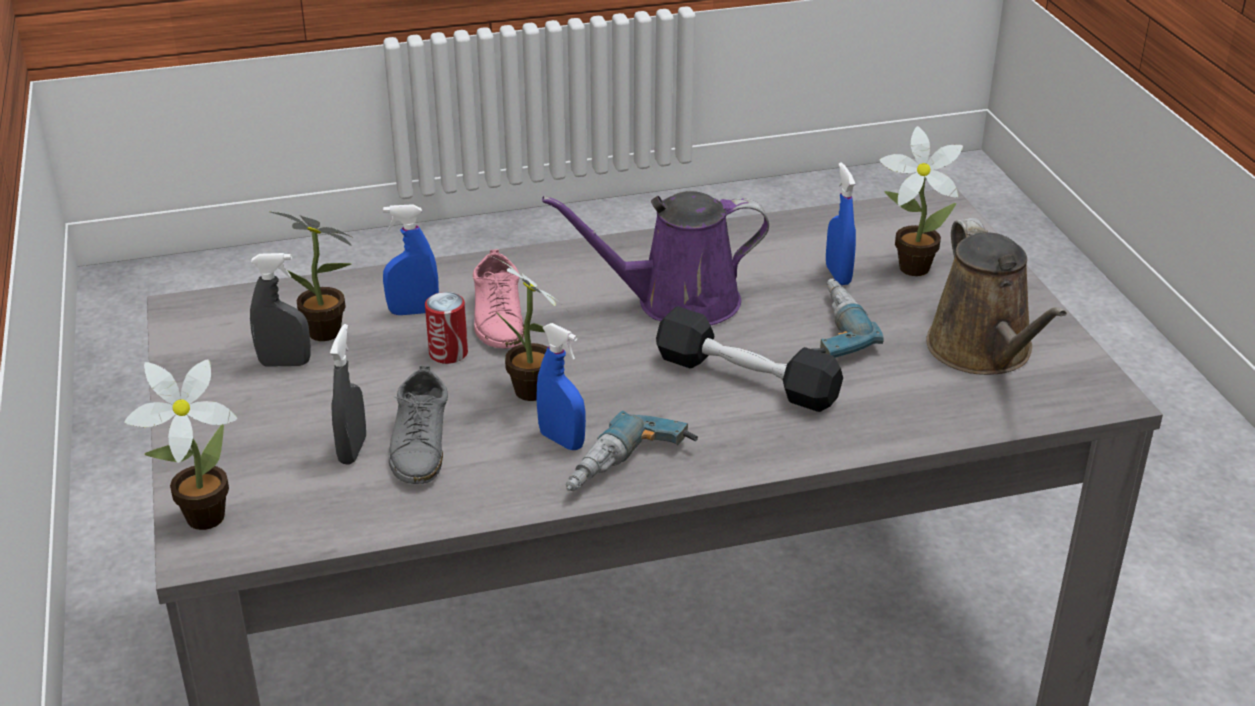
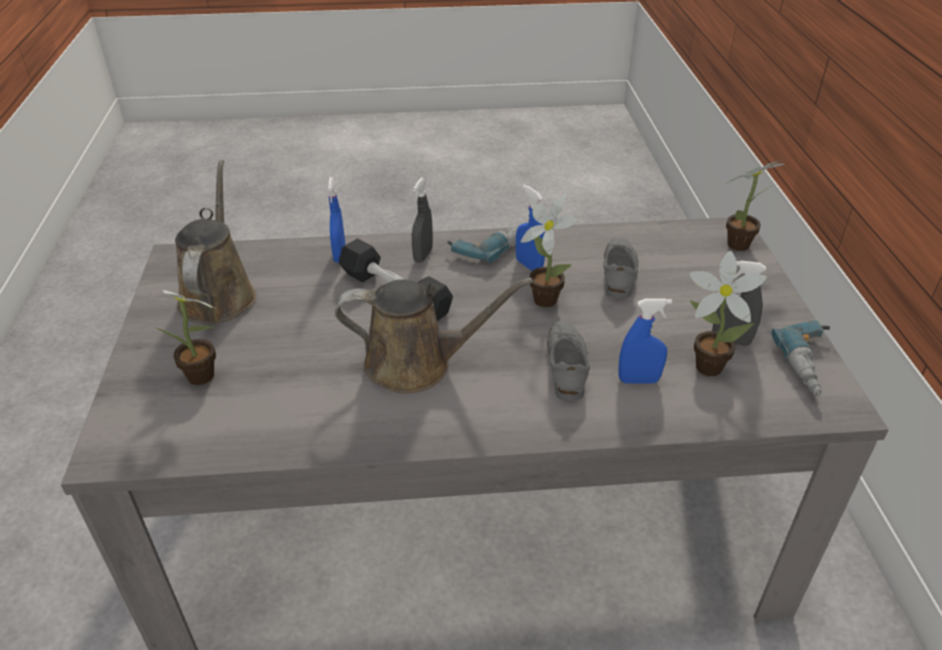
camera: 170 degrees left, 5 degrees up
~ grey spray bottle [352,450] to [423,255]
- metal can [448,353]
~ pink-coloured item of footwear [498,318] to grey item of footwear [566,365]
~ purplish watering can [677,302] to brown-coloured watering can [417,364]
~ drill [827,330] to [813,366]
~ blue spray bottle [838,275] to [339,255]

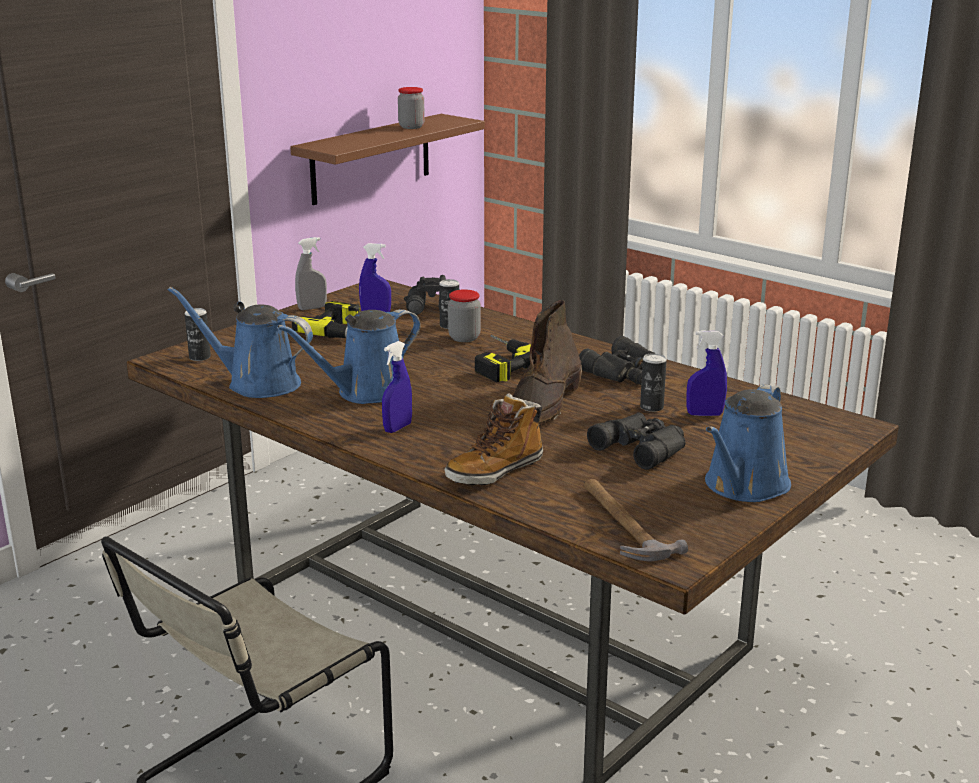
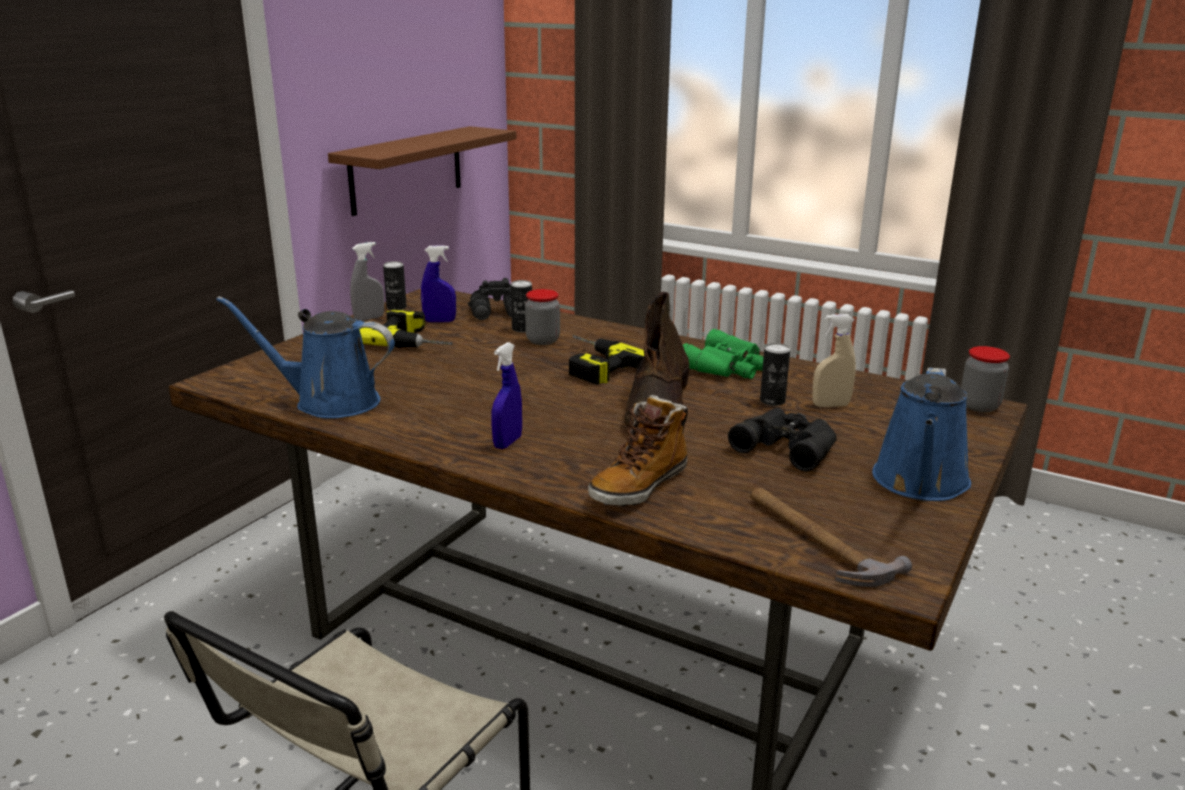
camera: 10 degrees left, 0 degrees up
~ metal can [200,357] to [396,307]
- blue watering can [367,392]
~ storage jar [411,127] to [979,406]
~ black pair of binoculars [626,373] to green-coloured pair of binoculars [727,367]
~ blue spray bottle [704,414] to beige-coloured spray bottle [830,405]

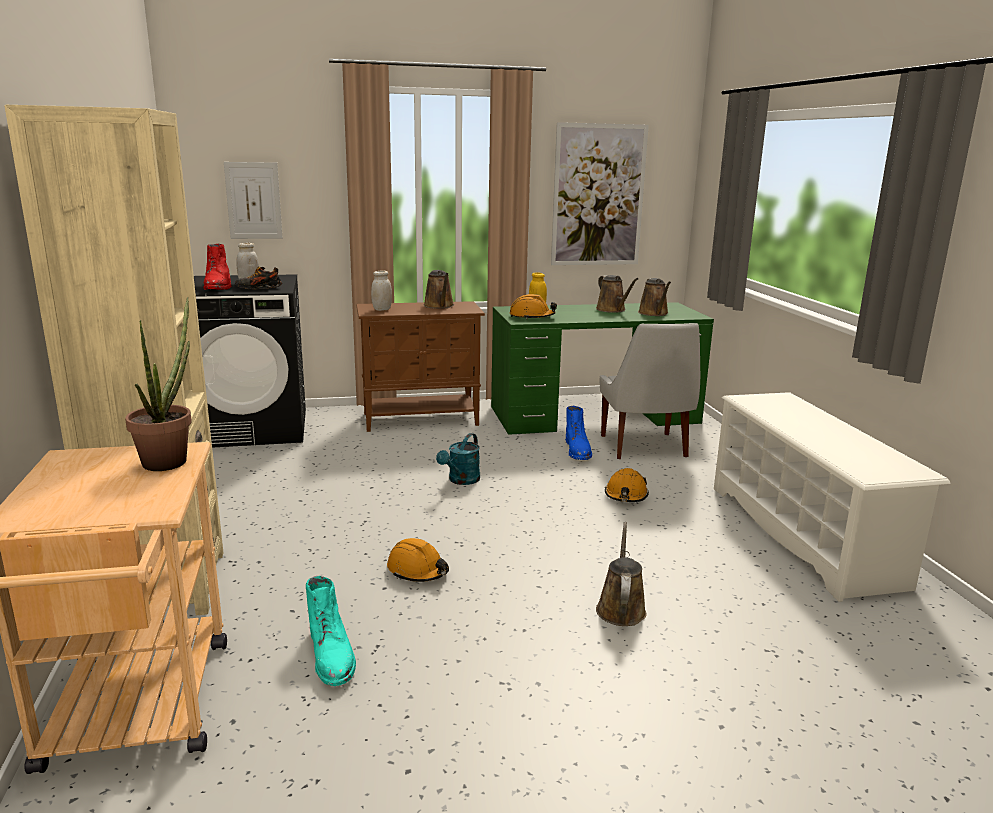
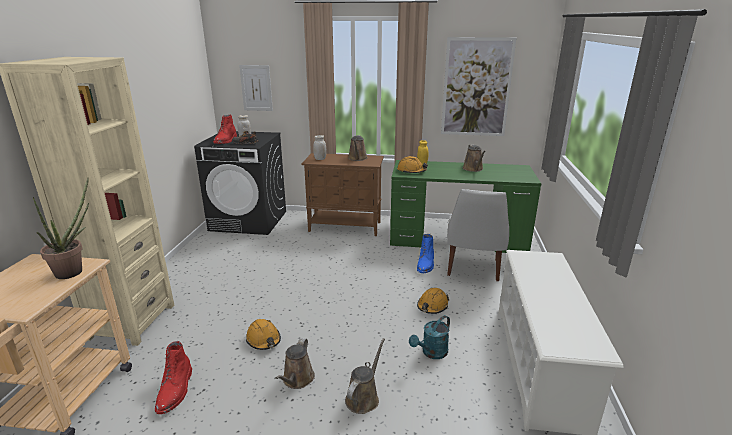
camera: 20 degrees right, 5 degrees up
~ turquoise-coloured boot [332,656] to red boot [176,390]
~ turquoise-coloured watering can [461,481] to [431,353]
~ brown-coloured watering can [654,313] to [297,380]

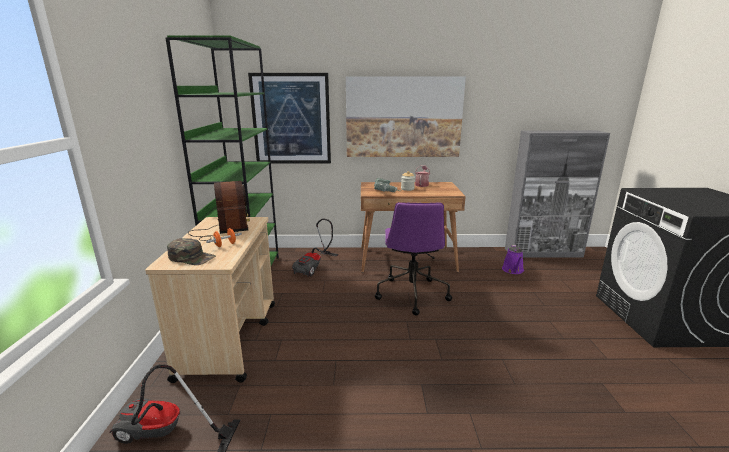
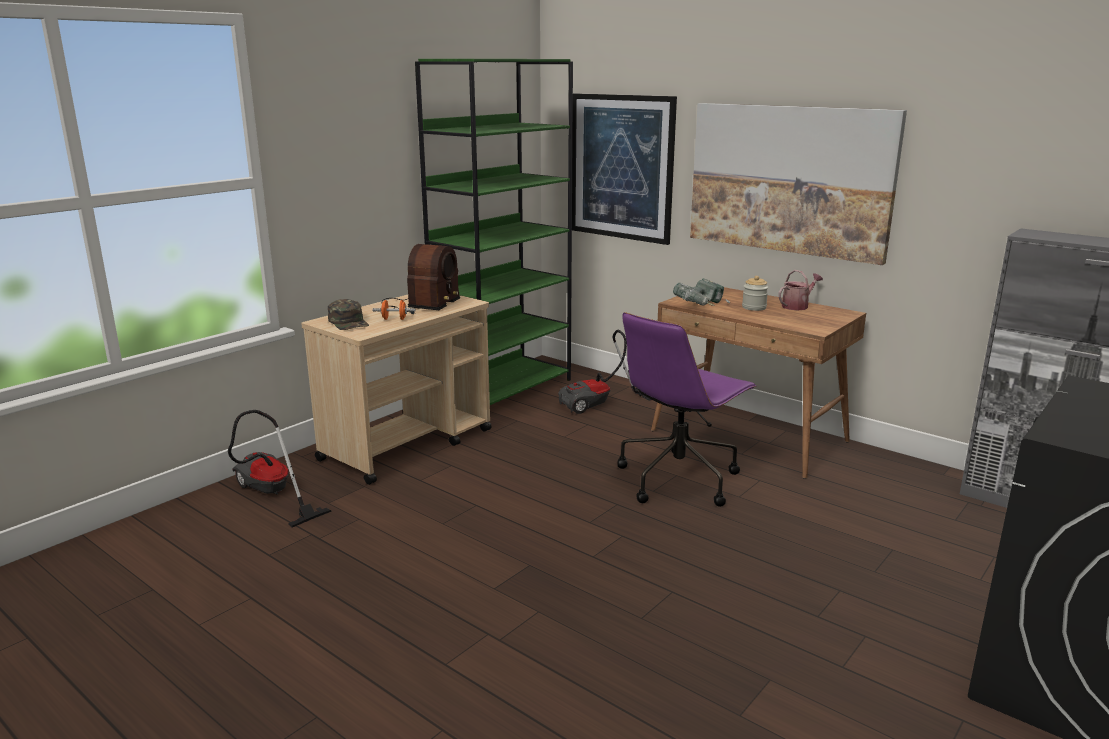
camera: 40 degrees right, 0 degrees up
- purplish watering can [513,270]

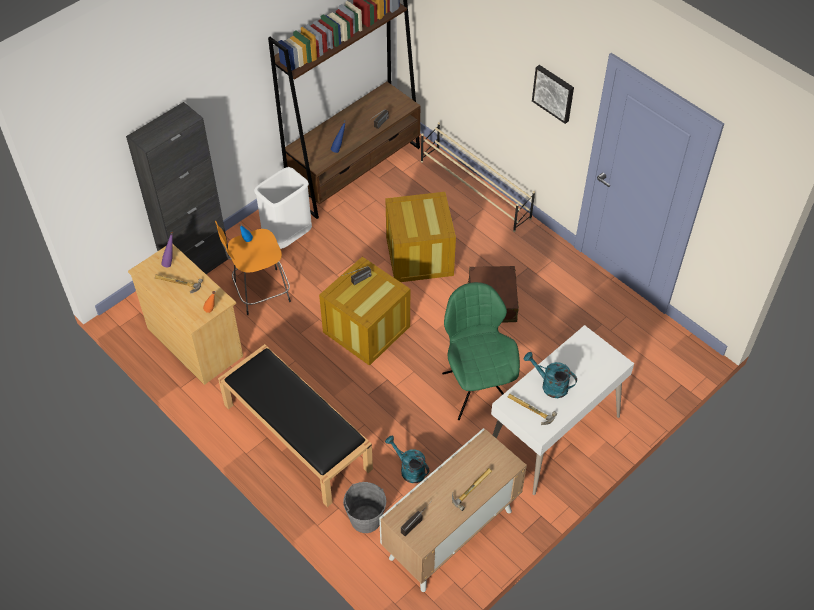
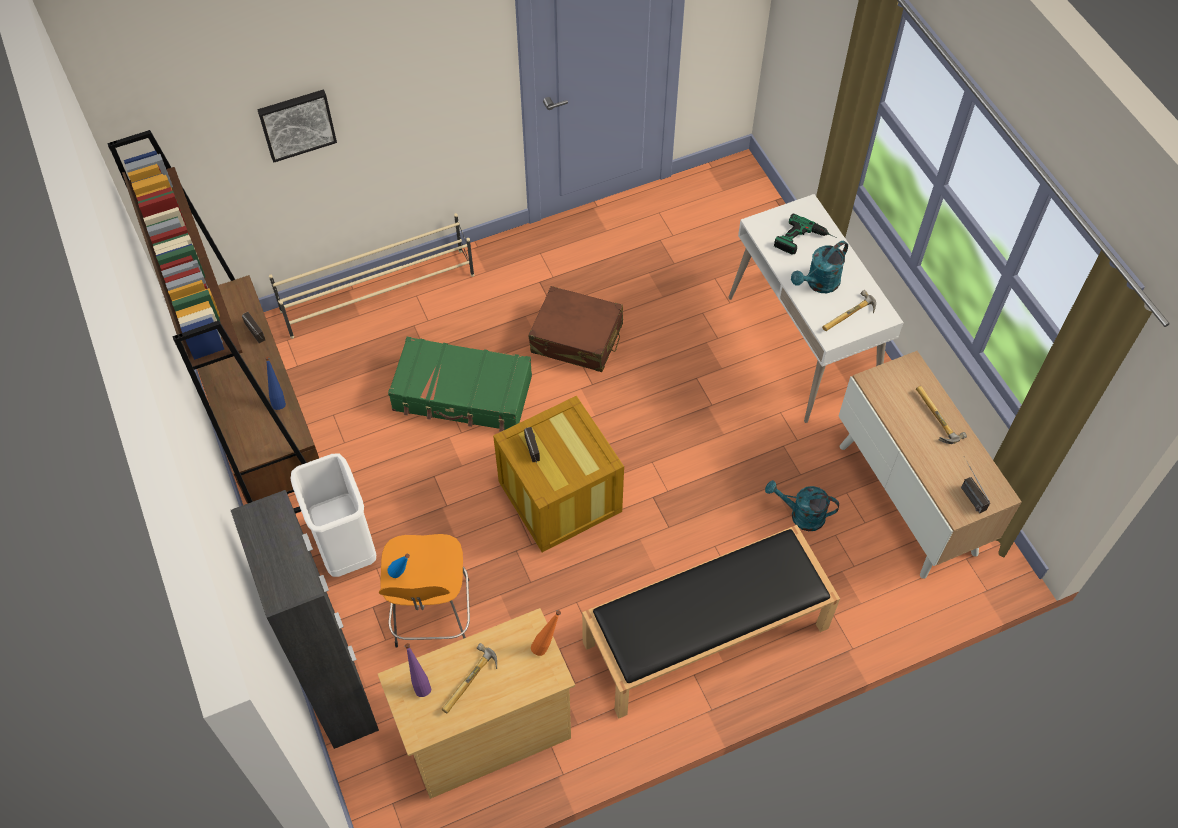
camera: 70 degrees left, 5 degrees up
- grey pail [365,519]
~ crate [419,256] to green-coloured suitcase [462,394]
~ turquoise-coloured watering can [409,469] = [801,515] 45 degrees clockwise
- green-coloured upright chair [476,387]
~ picture [554,93] to [296,123]
+ drill [805,241]

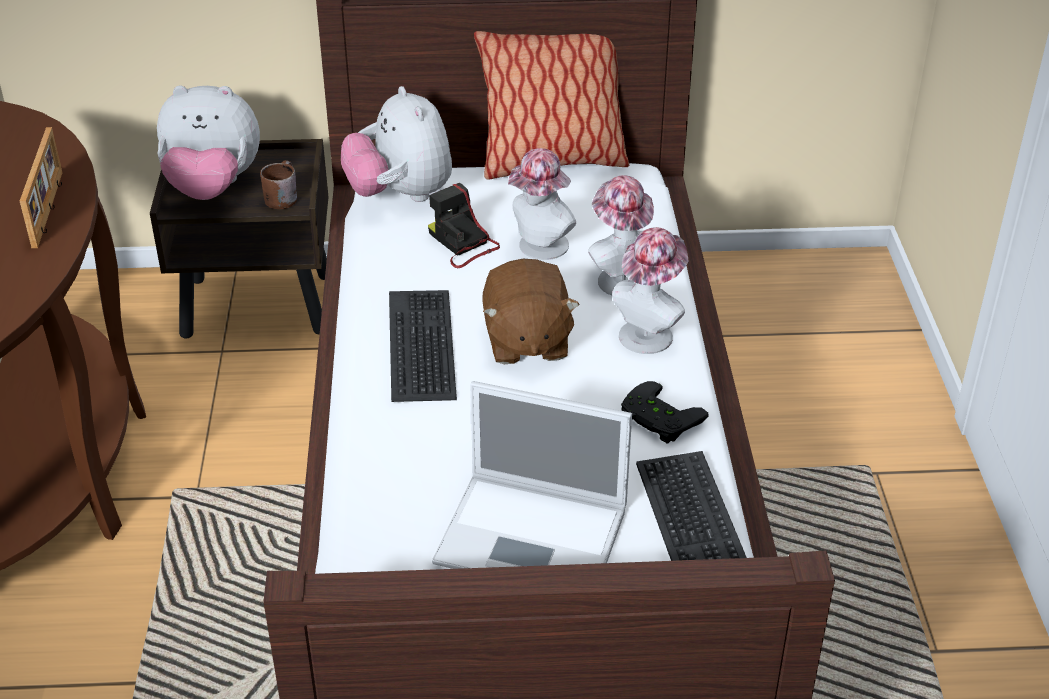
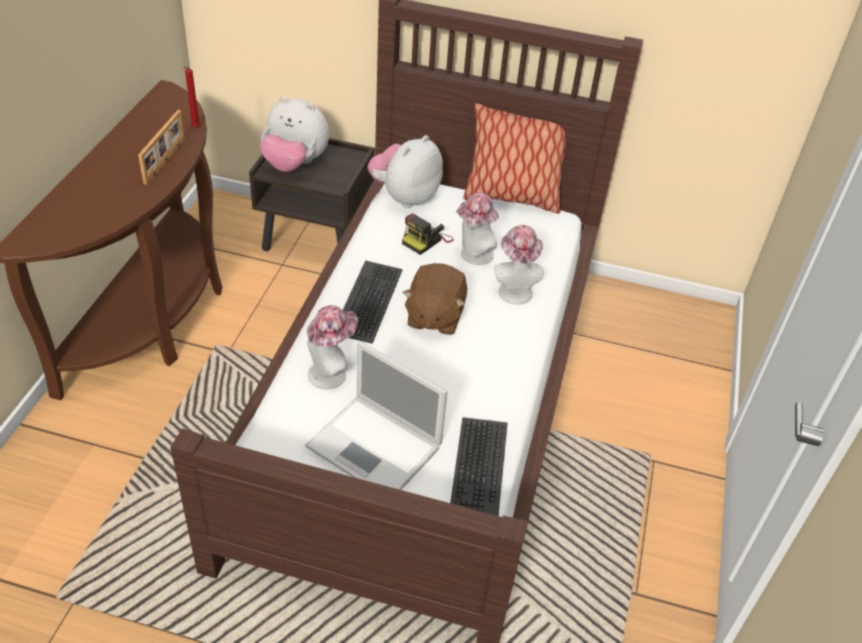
camera: 15 degrees right, 5 degrees up
- brown-coloured coffee mug [280,197]
~ cuddly toy [401,195] = [405,197] 45 degrees clockwise
~ photo camera [462,244] = [426,240] 120 degrees counterclockwise
~ hat [649,332] to [331,372]
- black joypad [657,419]
+ red wax light [195,128]

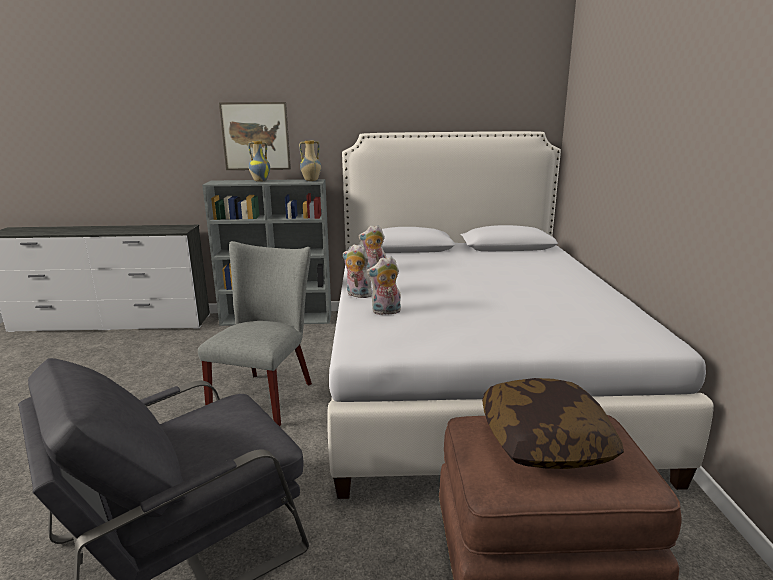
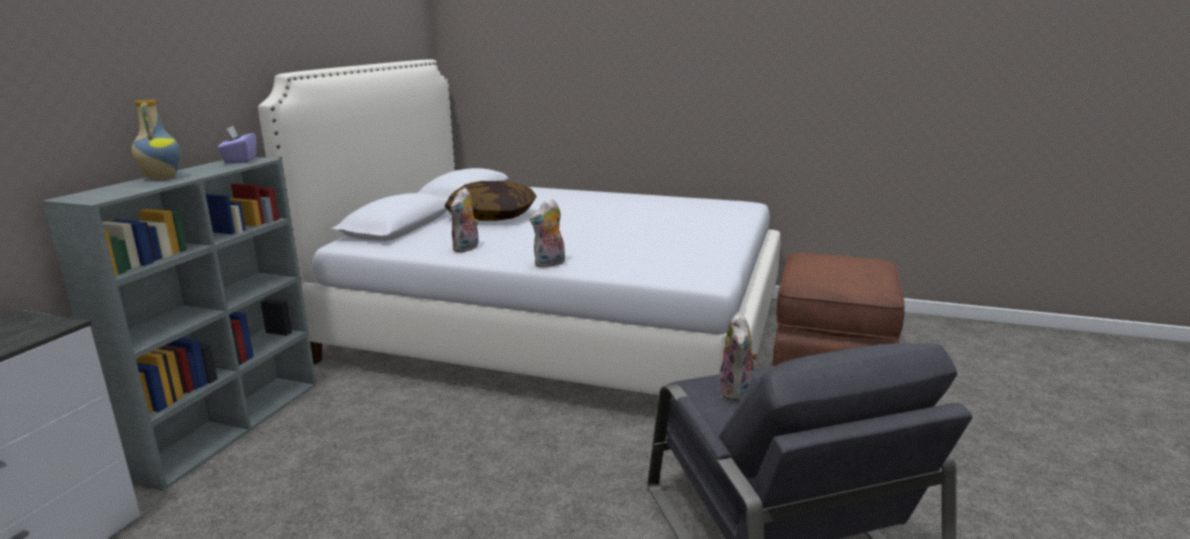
camera: 70 degrees left, 0 degrees up
- grey upright chair [266,395]
- picture [255,136]
~ vase [311,180] to purplish tissue box [240,160]
~ cuddly toy [386,312] to [737,392]
~ pillow [544,442] to [492,216]

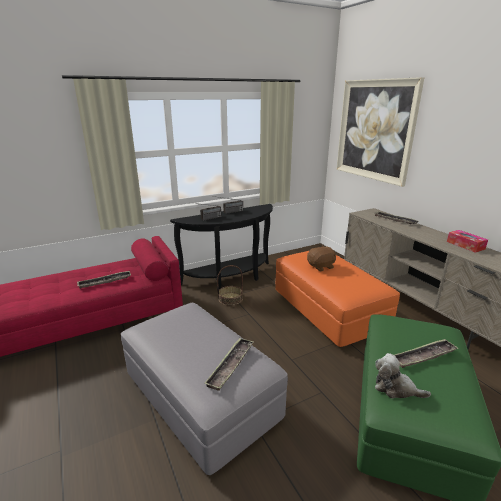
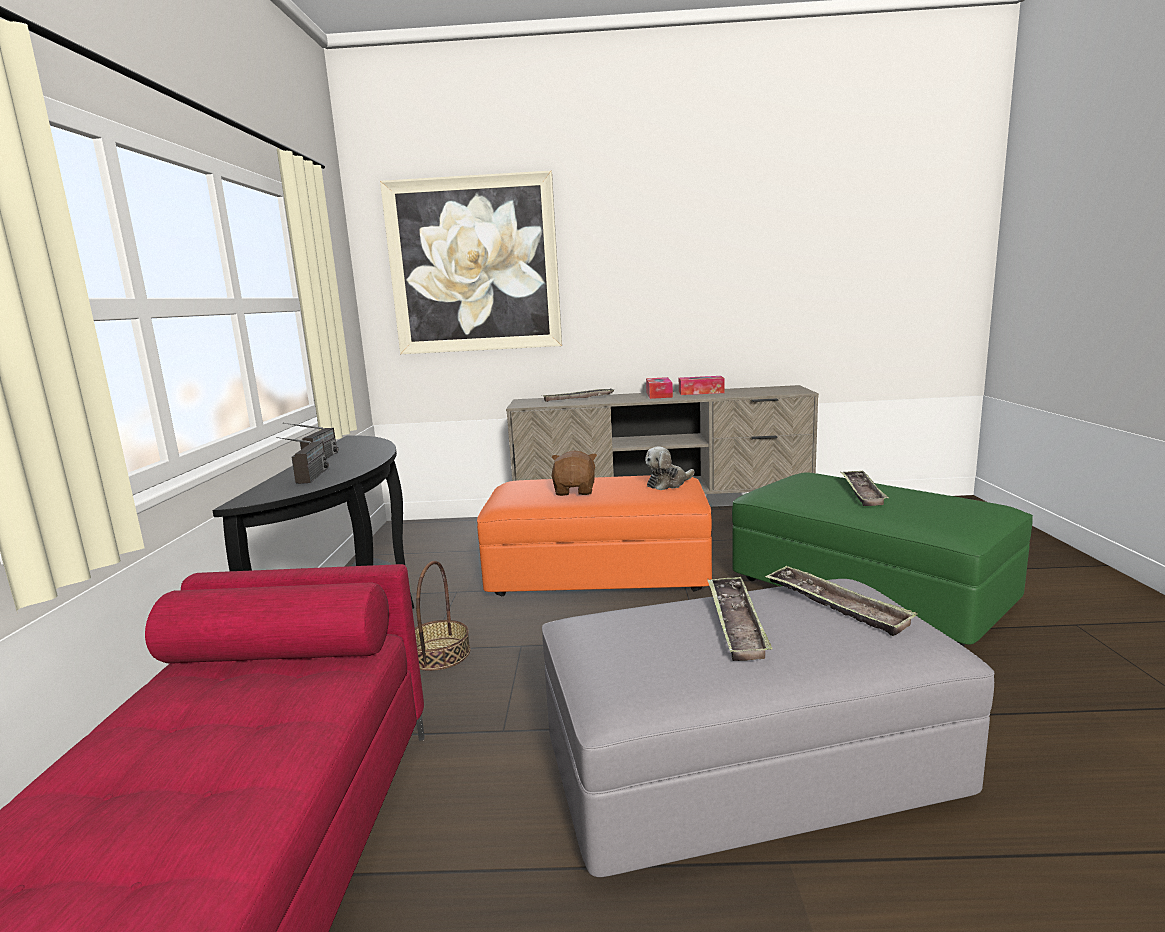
camera: 60 degrees left, 10 degrees down
~ carrying tray [105,282] to [736,622]
~ cuddly toy [395,388] to [668,484]
+ tissue box [659,395]

